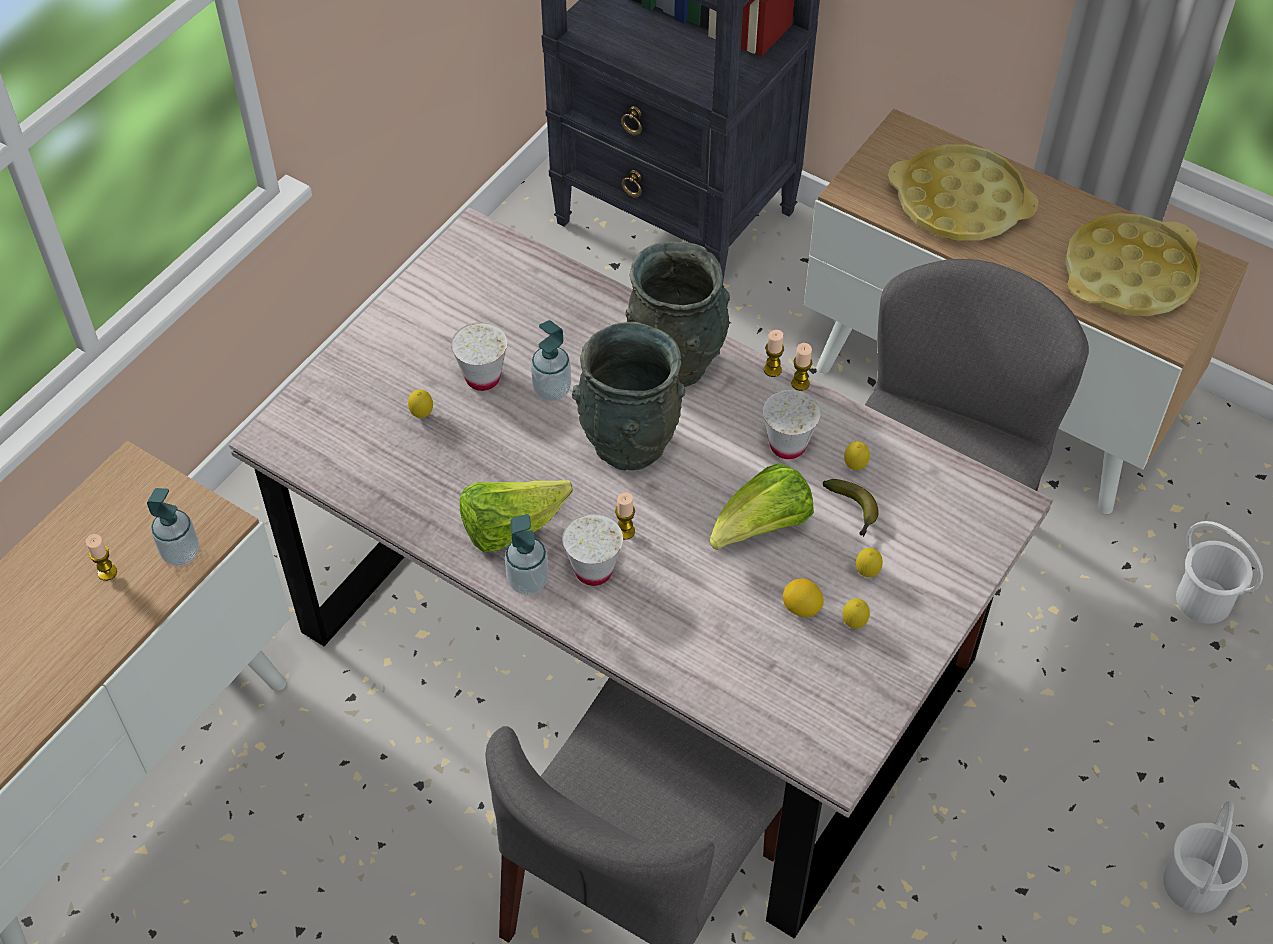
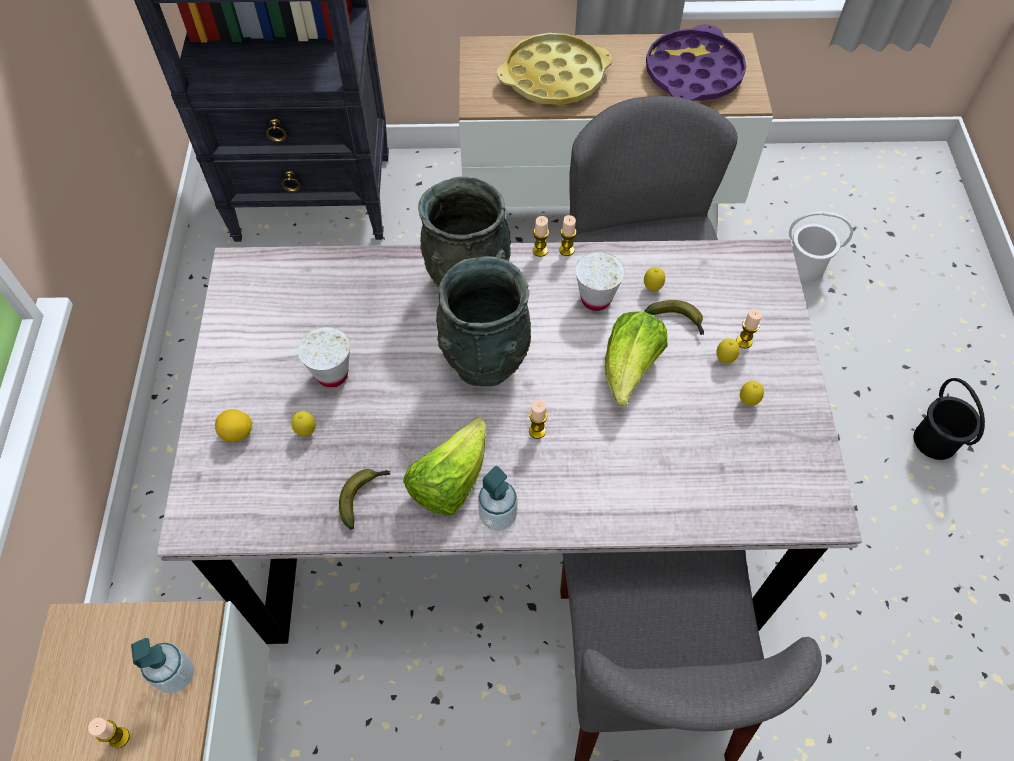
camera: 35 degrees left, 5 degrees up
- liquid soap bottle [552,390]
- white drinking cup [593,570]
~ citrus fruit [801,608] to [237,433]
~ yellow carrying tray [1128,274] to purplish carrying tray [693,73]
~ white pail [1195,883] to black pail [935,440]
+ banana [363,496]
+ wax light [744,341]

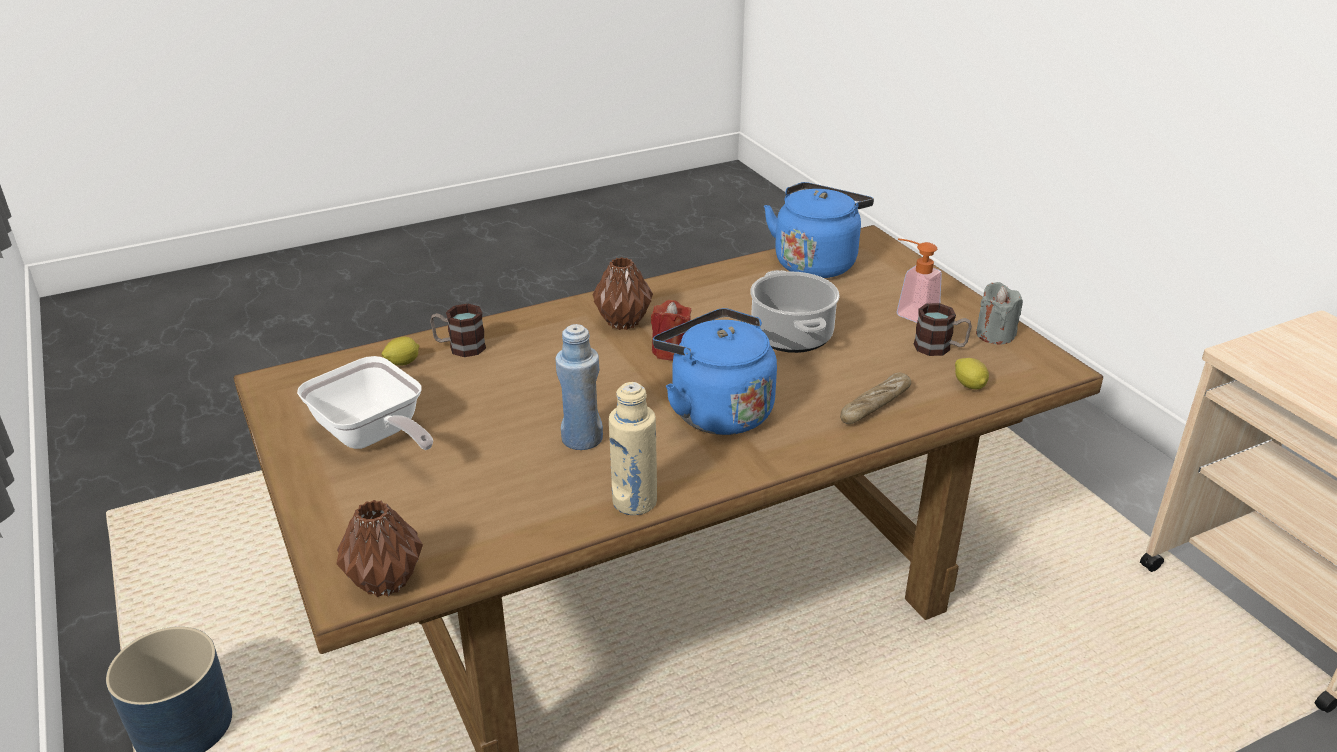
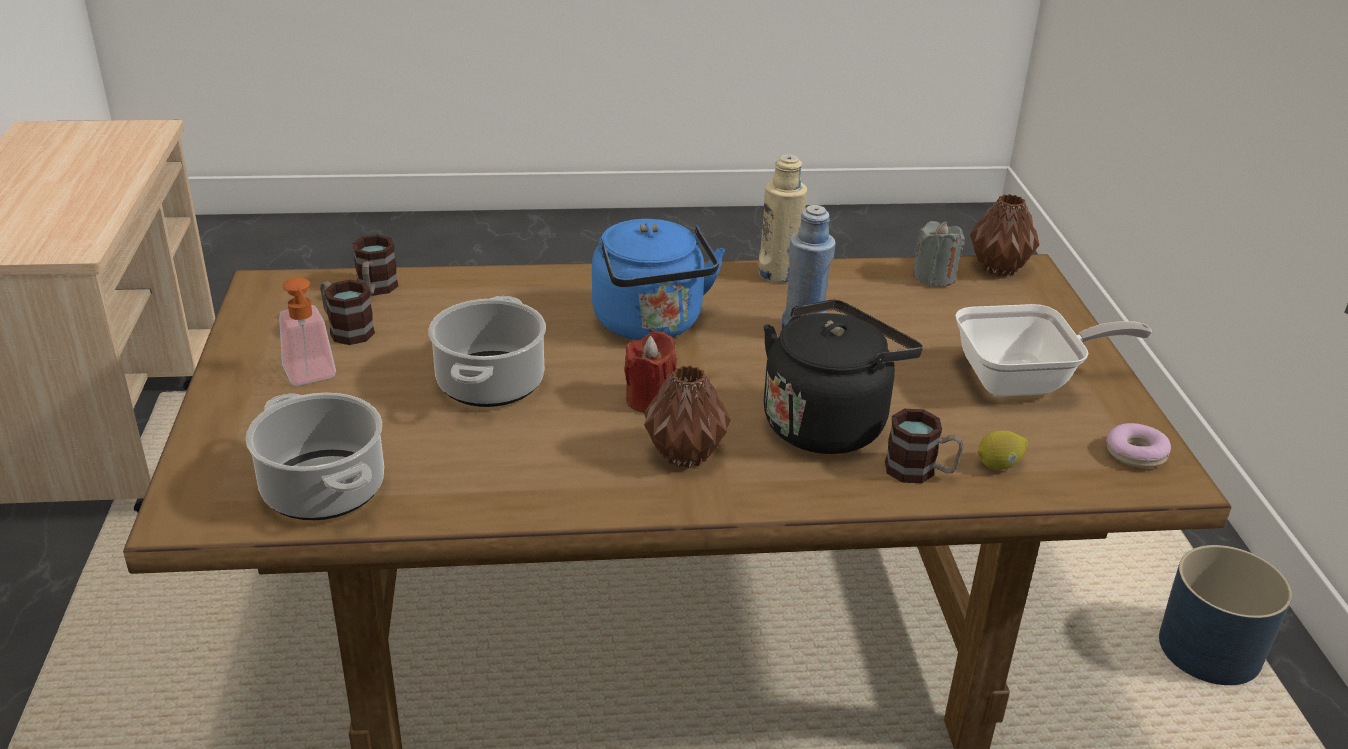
camera: 160 degrees left, 0 degrees up
~ skillet [373,436] = [1025,381] 105 degrees clockwise
~ blue tea kettle [816,262] to saucepot [322,489]
- baked bread [875,405]
~ citrus fruit [969,385] to coffee mug [375,290]
~ grey wax light [995,335] to [934,277]
+ black tea kettle [828,423]
+ ring doughnut [1135,454]

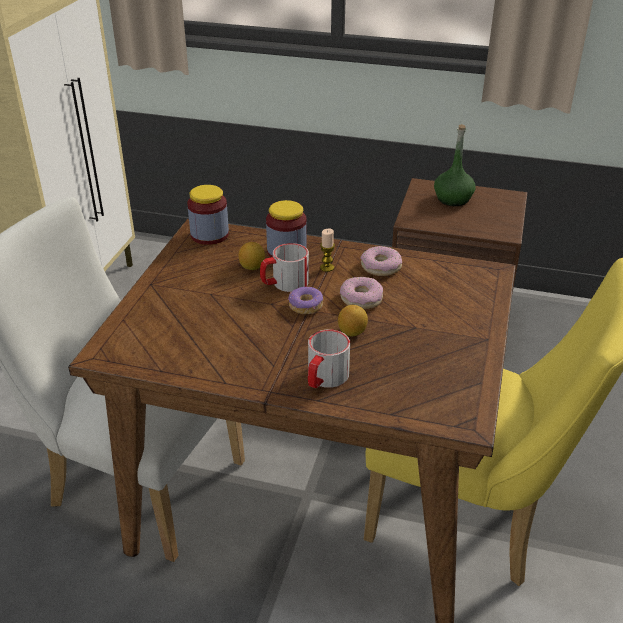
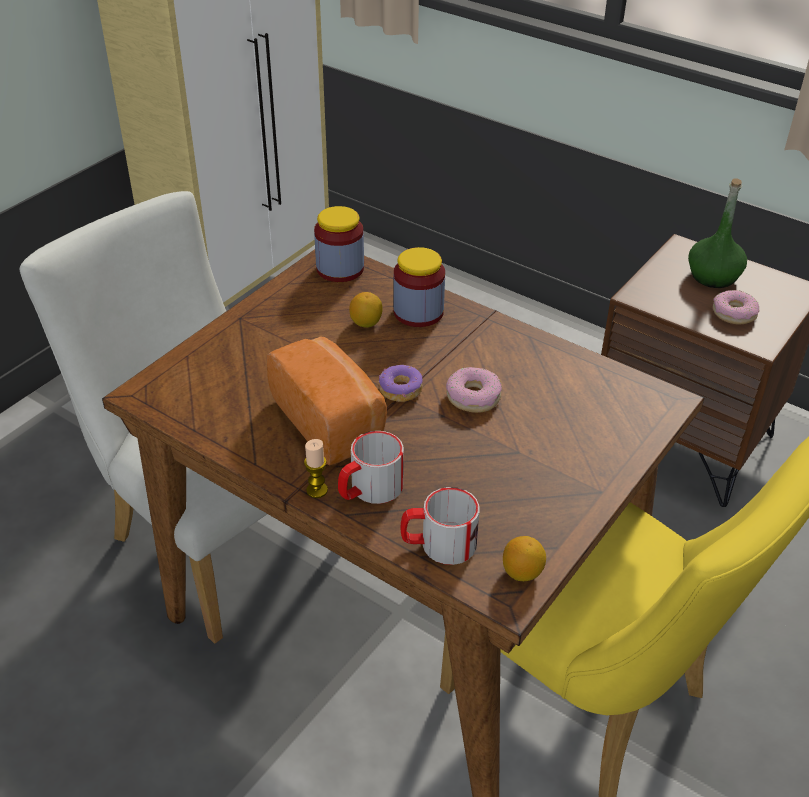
camera: 20 degrees right, 5 degrees up
~ coffee mug [284,283] to [438,544]
~ wax light [327,267] to [317,490]
~ citrus fruit [352,332] to [522,572]
~ ring doughnut [381,267] to [734,313]
+ baked bread [331,420]

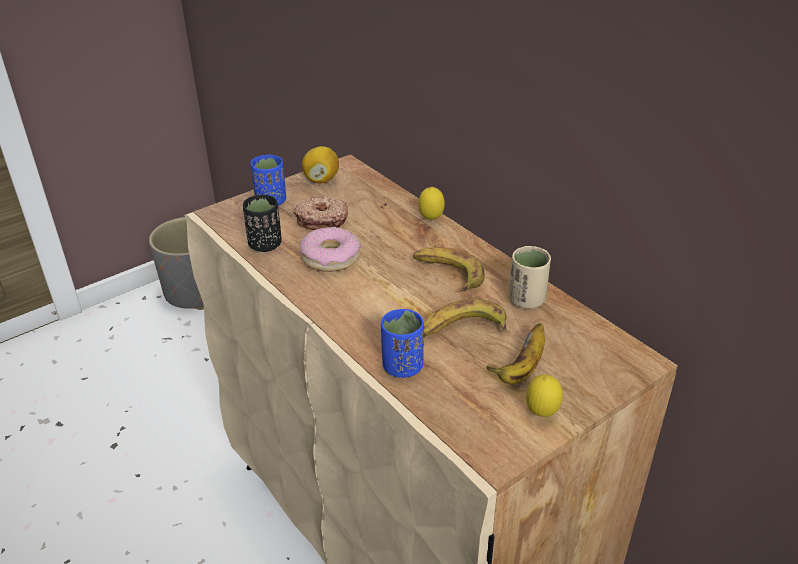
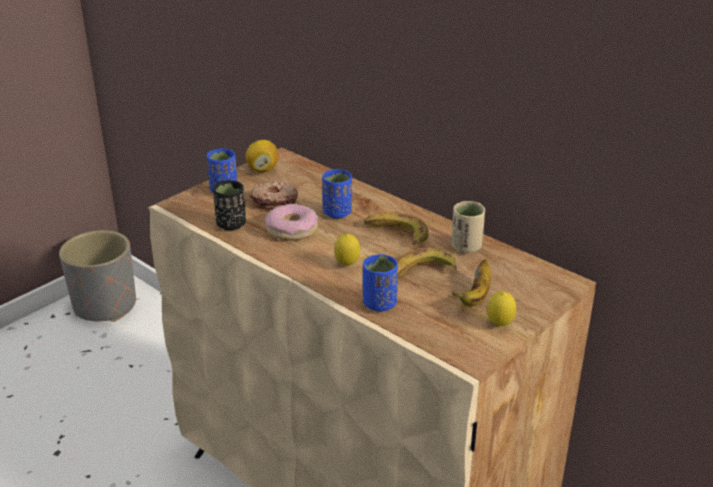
camera: 10 degrees left, 5 degrees down
~ citrus fruit [431,219] to [347,265]
+ blue drinking cup [337,213]

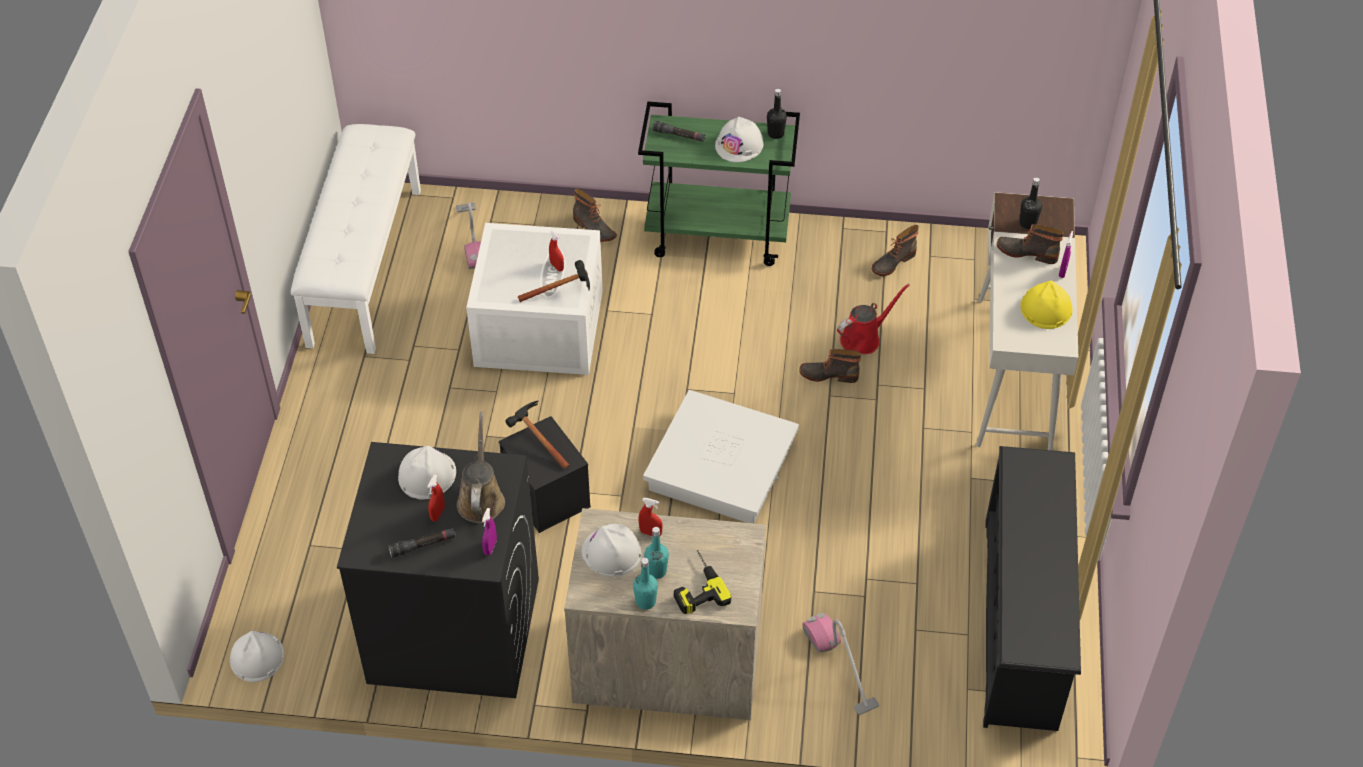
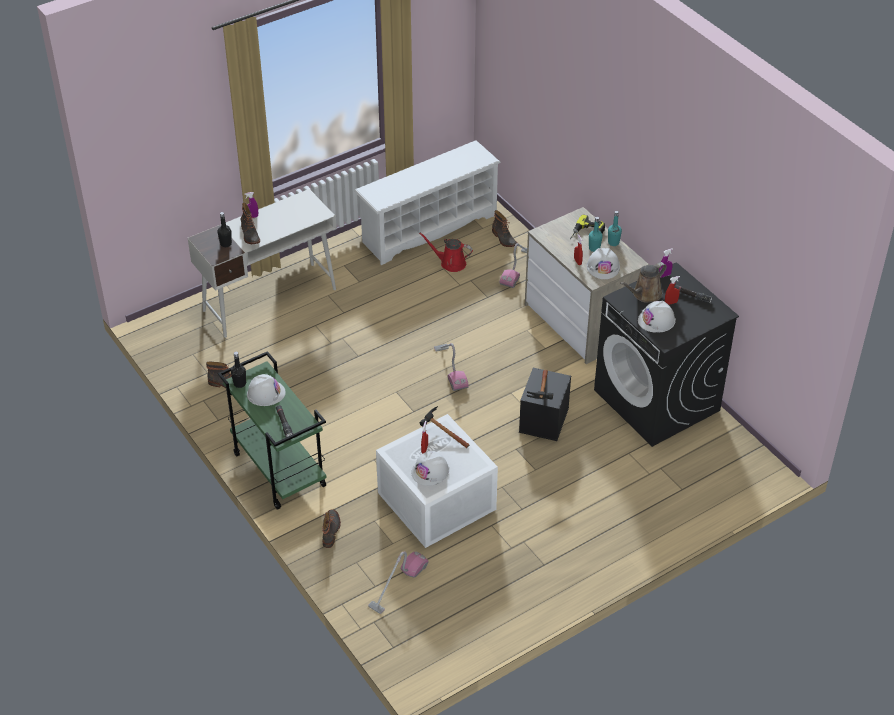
camera: 130 degrees left, 5 degrees down
~ white safety helmet [256,657] to [430,471]
- white indoor bench [364,266]
~ white storage box [721,466] to vacuum [450,368]
~ boot [829,374] to [503,239]
~ red watering can [863,338] to [450,263]
~ black shoe stand [1022,624] to white shoe stand [428,228]
- yellow safety helmet [1046,308]

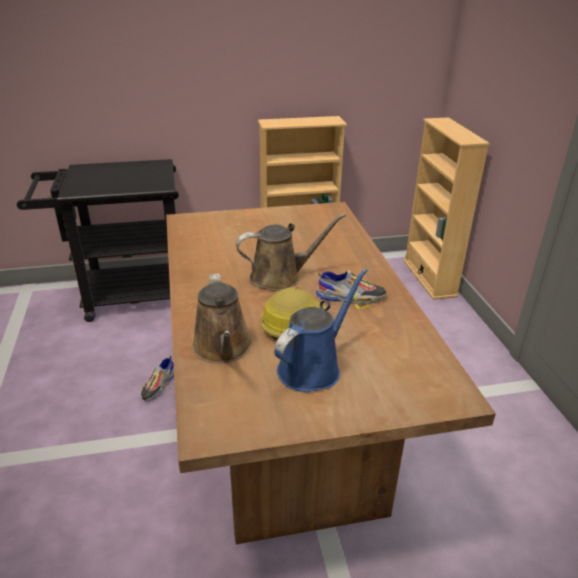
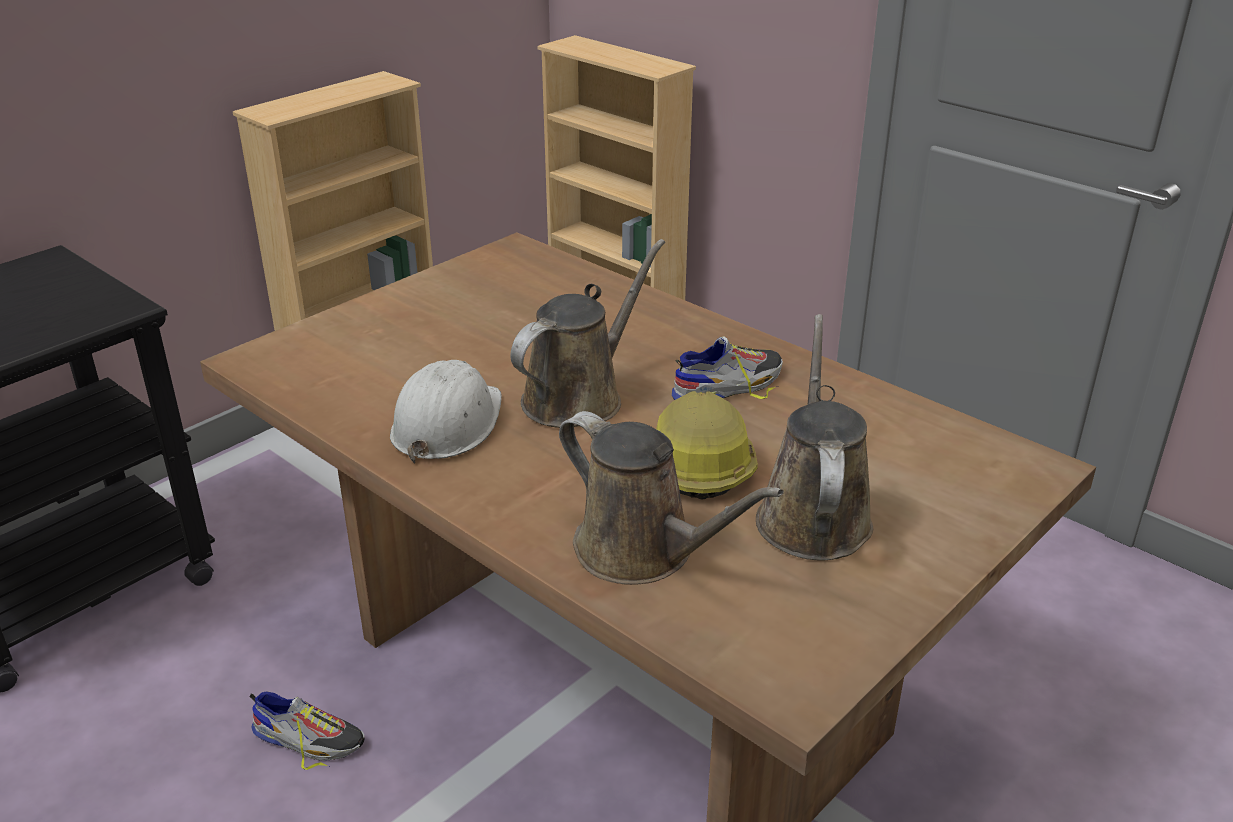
camera: 35 degrees left, 0 degrees up
~ item of footwear [158,385] = [309,738] 60 degrees counterclockwise
~ blue watering can [313,367] to brown-coloured watering can [812,515]
+ white safety helmet [446,423]

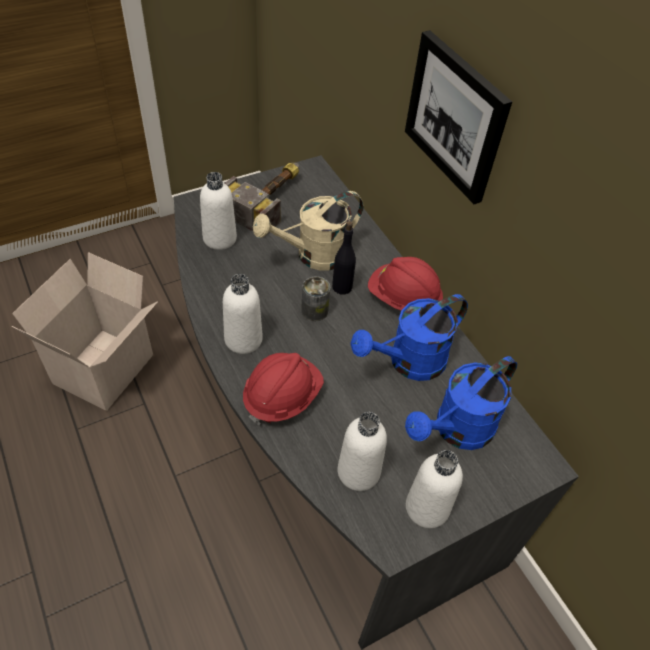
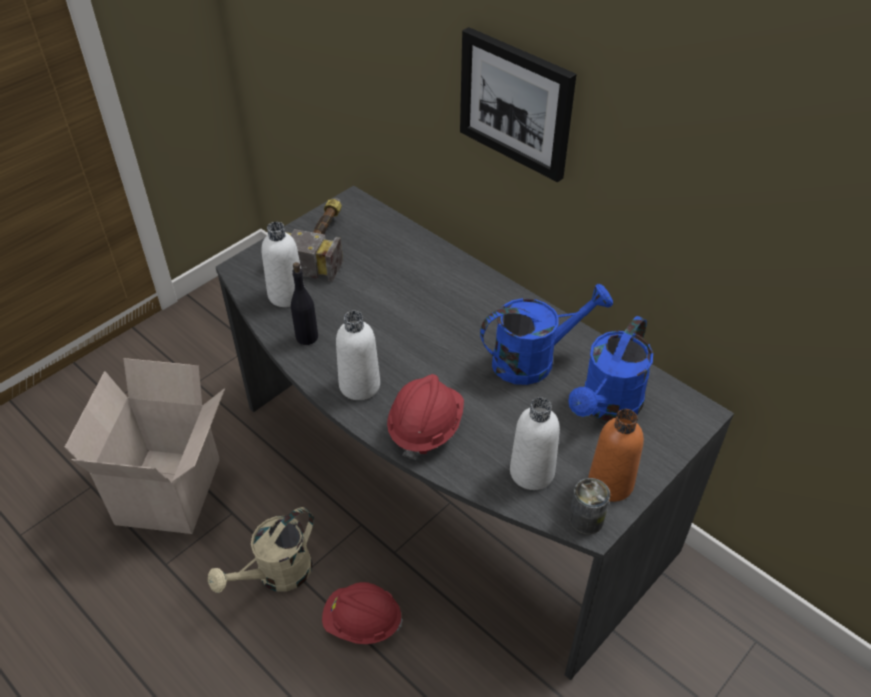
camera: 15 degrees left, 5 degrees down
~ beige-coloured watering can [313,256] to [276,575]
~ metal can [314,310] to [586,519]
~ black drink bottle [342,287] to [306,337]
~ blue watering can [408,363] = [534,359] 150 degrees counterclockwise
~ red safety helmet [403,299] to [362,622]
~ white drink bottle [427,507] to orange-coloured drink bottle [610,483]

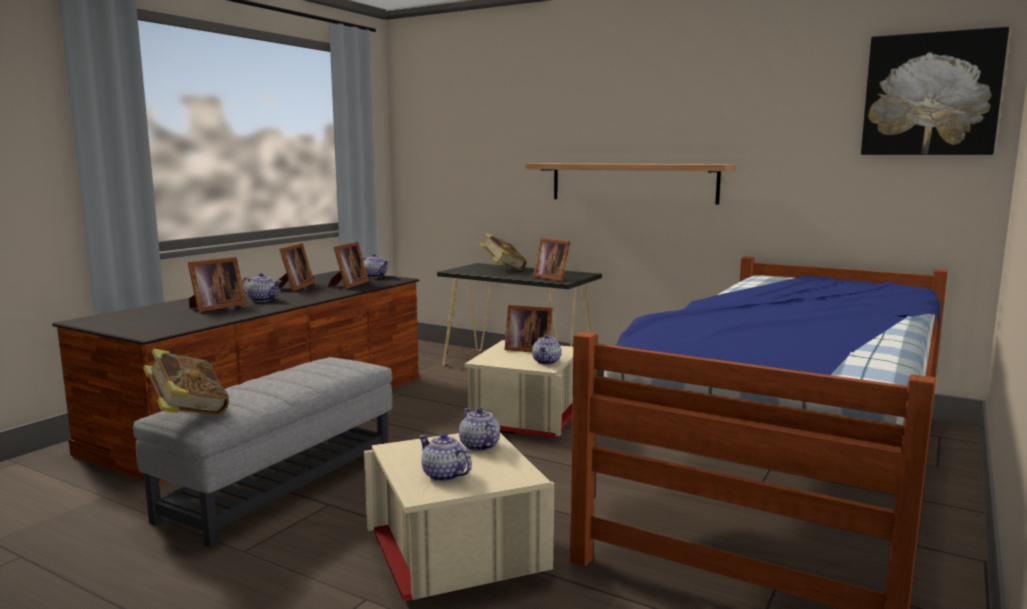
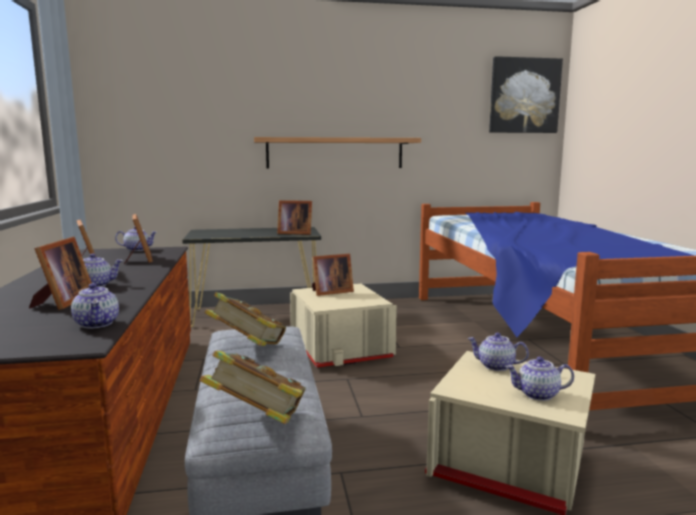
camera: 40 degrees left, 0 degrees up
~ book [503,269] to [248,348]
~ tea pot [546,362] to [97,324]

